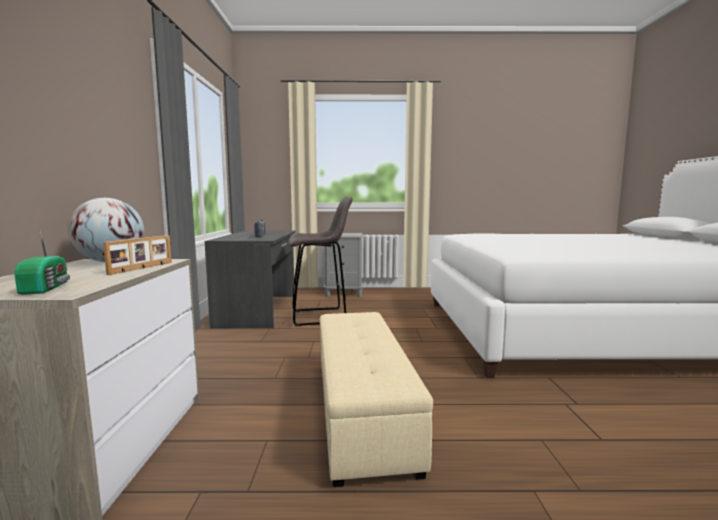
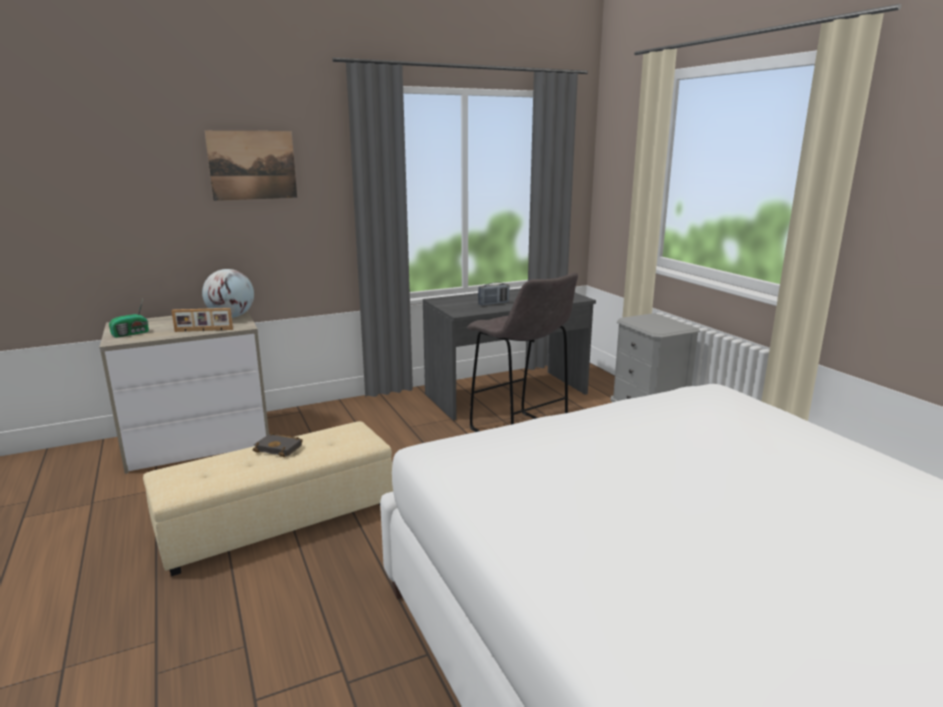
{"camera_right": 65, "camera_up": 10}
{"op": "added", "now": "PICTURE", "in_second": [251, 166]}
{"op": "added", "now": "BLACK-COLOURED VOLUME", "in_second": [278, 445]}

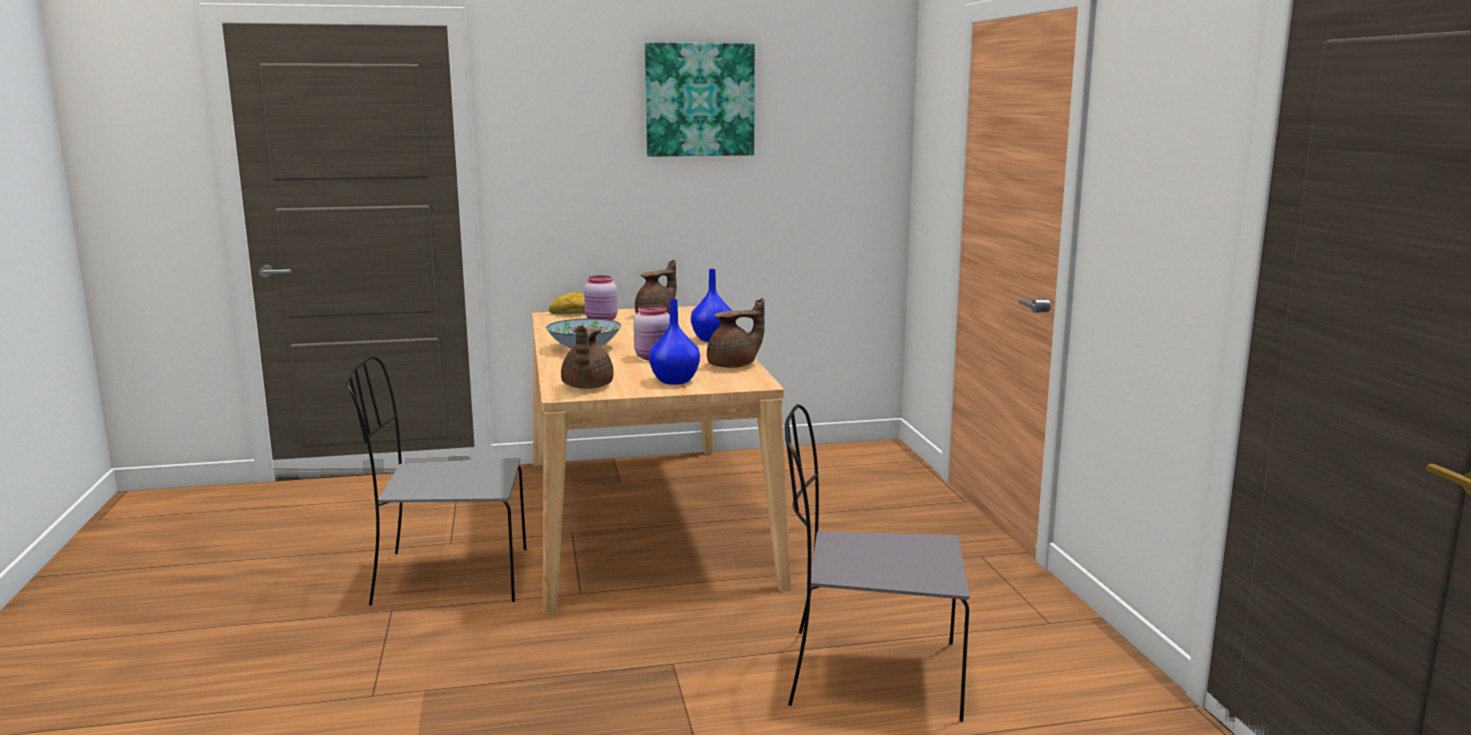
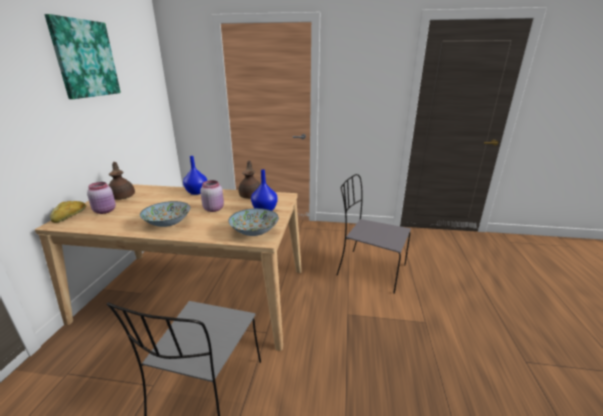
{"camera_right": -70, "camera_up": 10}
{"op": "replaced", "was": "BROWNISH POT FOR TEA", "now": "DEEP DISH", "in_first": [587, 357], "in_second": [253, 222]}
{"op": "turned", "was": "GREY UPRIGHT CHAIR", "in_first": [876, 563], "in_second": [374, 234], "clockwise": 90}

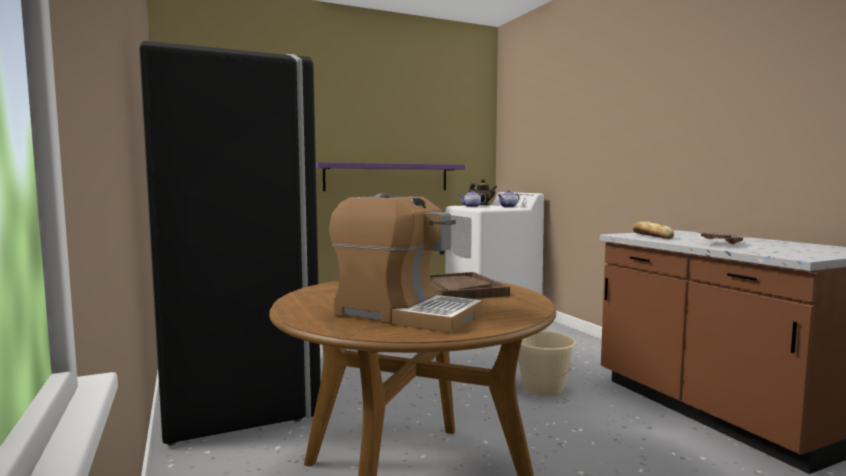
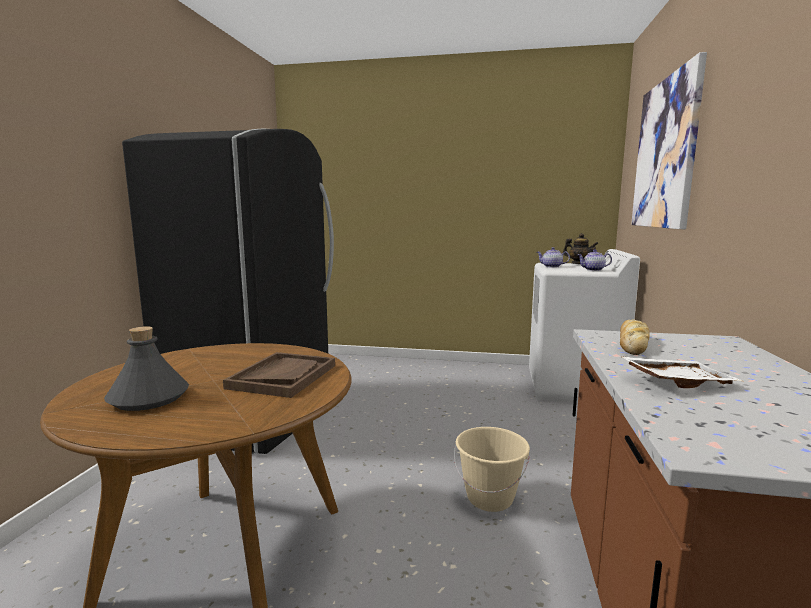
{"camera_right": 35, "camera_up": 5}
{"op": "removed", "was": "PURPLISH WALL SHELF", "in_first": [390, 176]}
{"op": "added", "now": "PICTURE", "in_second": [669, 140]}
{"op": "replaced", "was": "COFFEE MACHINE", "now": "GREY BEVERAGE BOTTLE", "in_first": [406, 263], "in_second": [146, 368]}

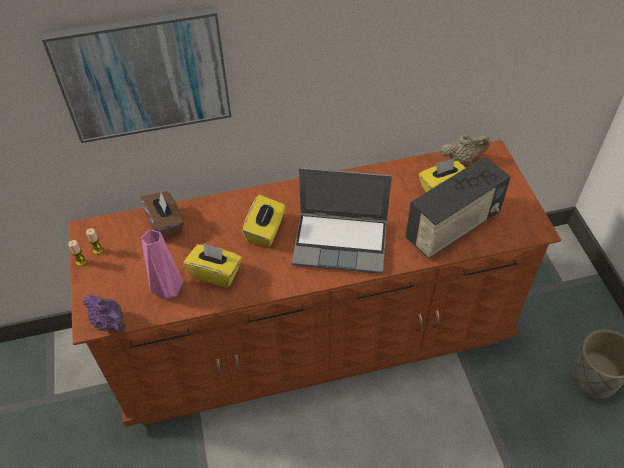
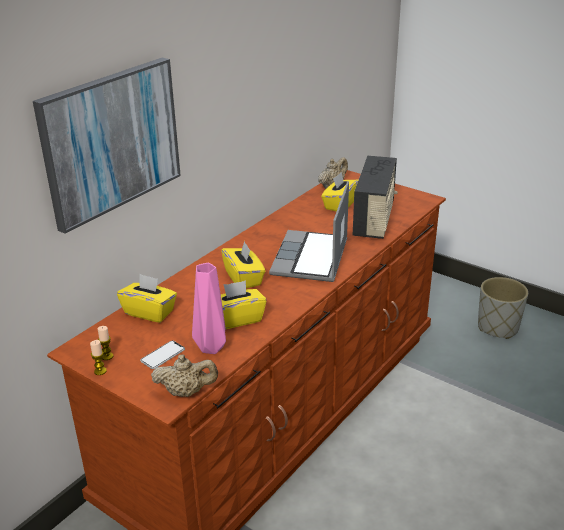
{"camera_right": -40, "camera_up": -20}
{"op": "added", "now": "PHONE", "in_second": [162, 355]}
{"op": "recoloured", "was": "PURPLISH POT FOR TEA", "now": "BEIGE-COLOURED POT FOR TEA", "in_first": [104, 313], "in_second": [184, 375]}
{"op": "recoloured", "was": "BROWNISH BOX OF TISSUES", "now": "YELLOW BOX OF TISSUES", "in_first": [162, 215], "in_second": [147, 298]}
{"op": "turned", "was": "LAPTOP", "in_first": [342, 221], "in_second": [309, 231], "clockwise": 135}

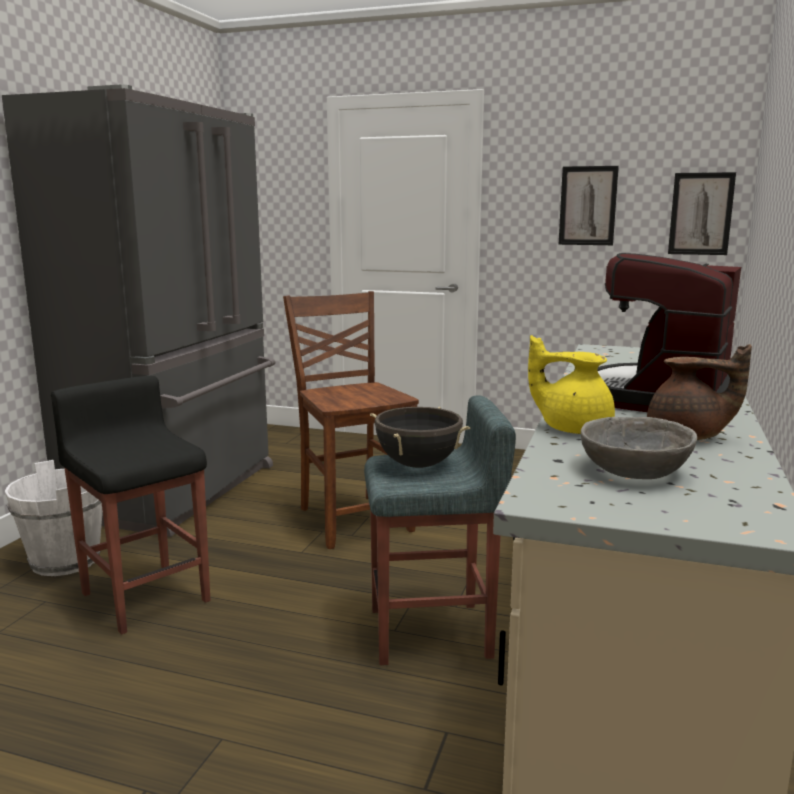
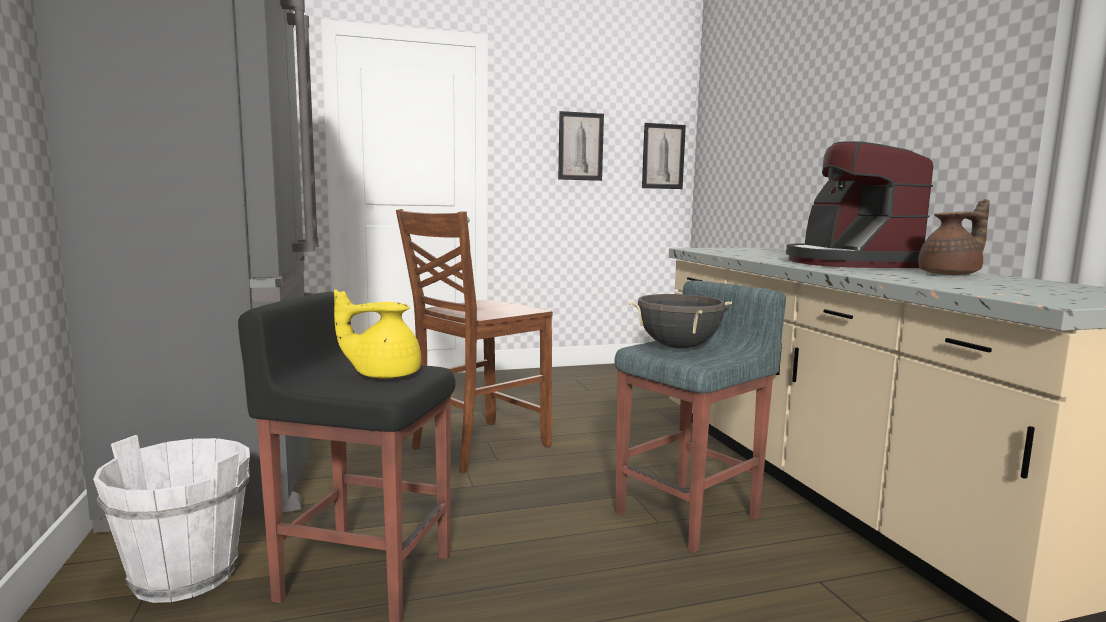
{"camera_right": -35, "camera_up": -5}
{"op": "removed", "was": "GREY DEEP DISH", "in_first": [639, 448]}
{"op": "moved", "was": "YELLOW POT FOR TEA", "in_first": [571, 384], "in_second": [377, 334]}
{"op": "turned", "was": "BROWNISH UPRIGHT CHAIR", "in_first": [351, 420], "in_second": [474, 341], "clockwise": -75}

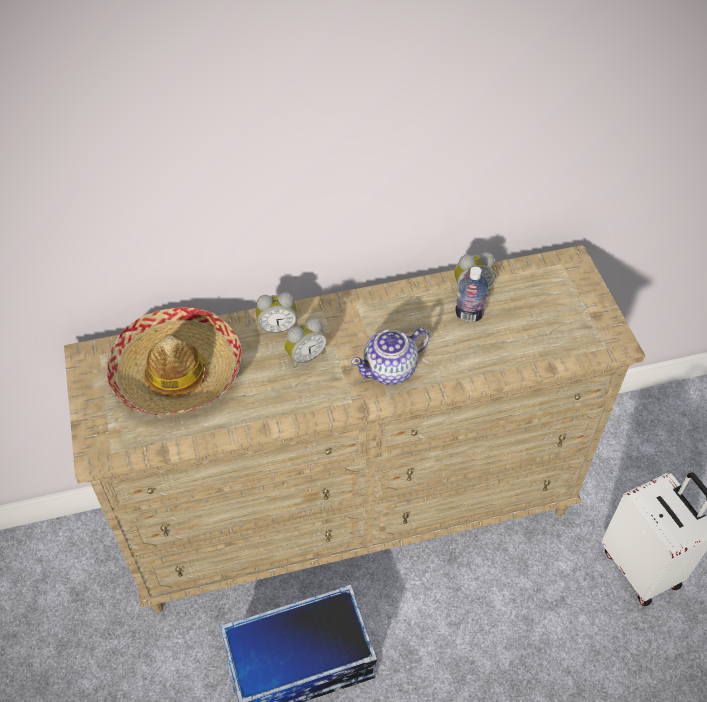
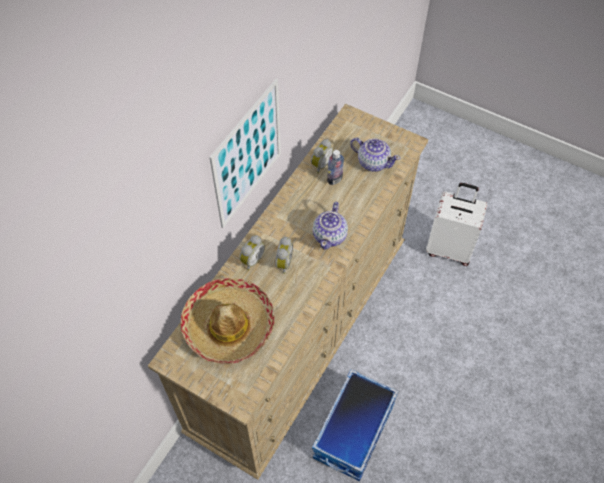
{"camera_right": -45, "camera_up": 5}
{"op": "added", "now": "PICTURE", "in_second": [245, 153]}
{"op": "added", "now": "POT FOR TEA", "in_second": [375, 155]}

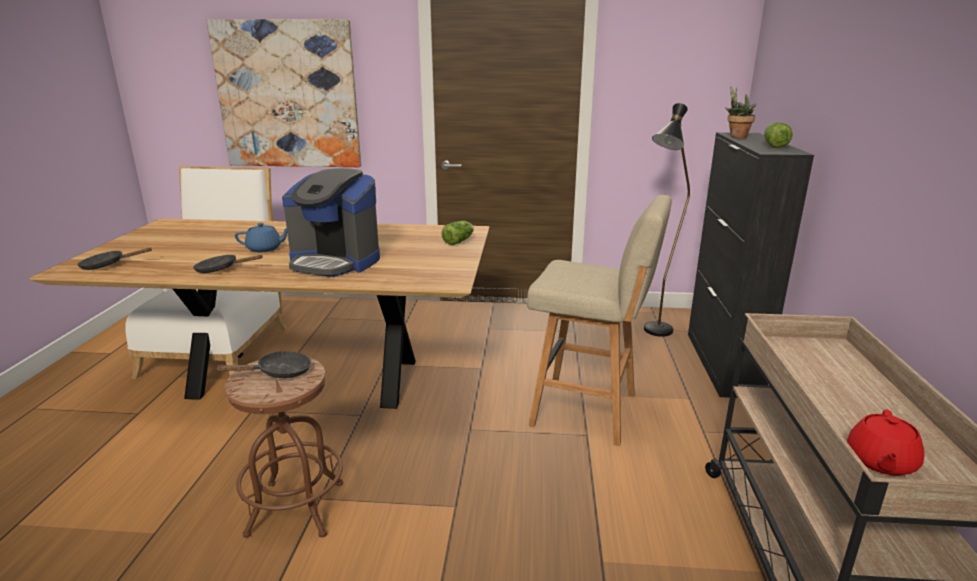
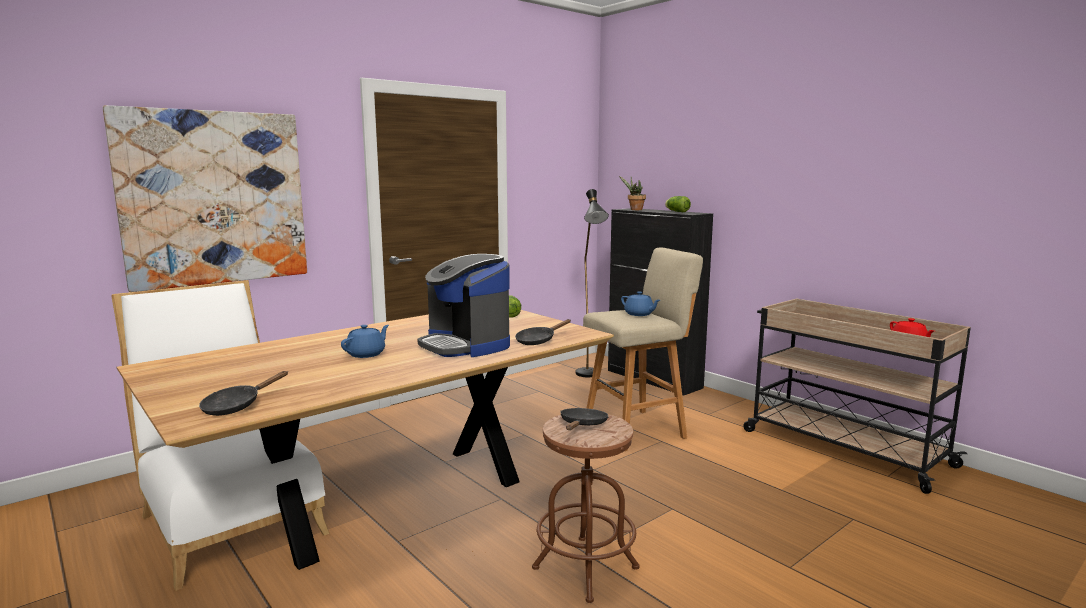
{"camera_right": -45, "camera_up": -10}
{"op": "added", "now": "BLUE POT FOR TEA", "in_second": [640, 303]}
{"op": "moved", "was": "BLACK-COLOURED PAN", "in_first": [227, 264], "in_second": [543, 332]}
{"op": "turned", "was": "COFFEE MACHINE", "in_first": [331, 222], "in_second": [463, 305], "clockwise": 75}

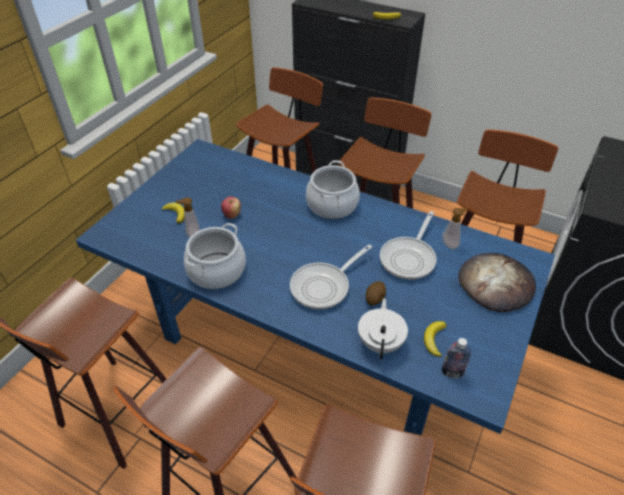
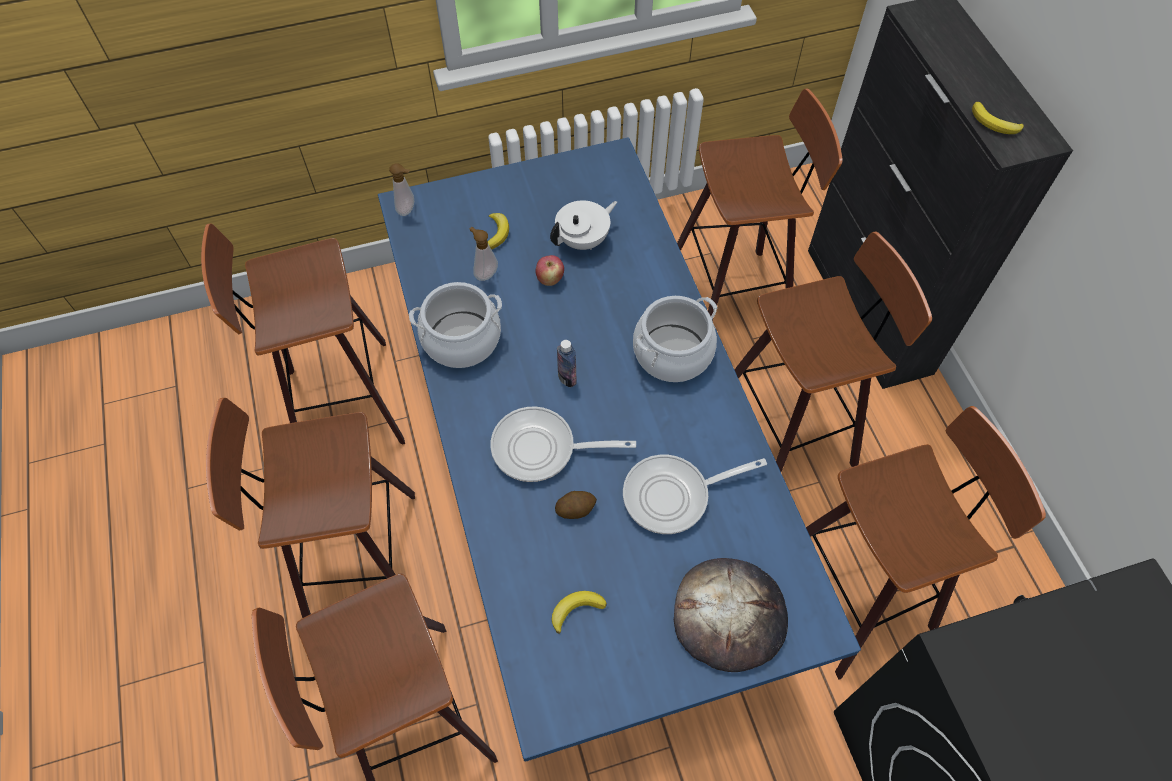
{"camera_right": 45, "camera_up": 15}
{"op": "moved", "was": "WHITISH POT FOR TEA", "in_first": [383, 328], "in_second": [583, 225]}
{"op": "moved", "was": "LIQUID SOAP BOTTLE", "in_first": [454, 228], "in_second": [401, 189]}
{"op": "moved", "was": "BEVERAGE BOTTLE", "in_first": [456, 358], "in_second": [567, 363]}

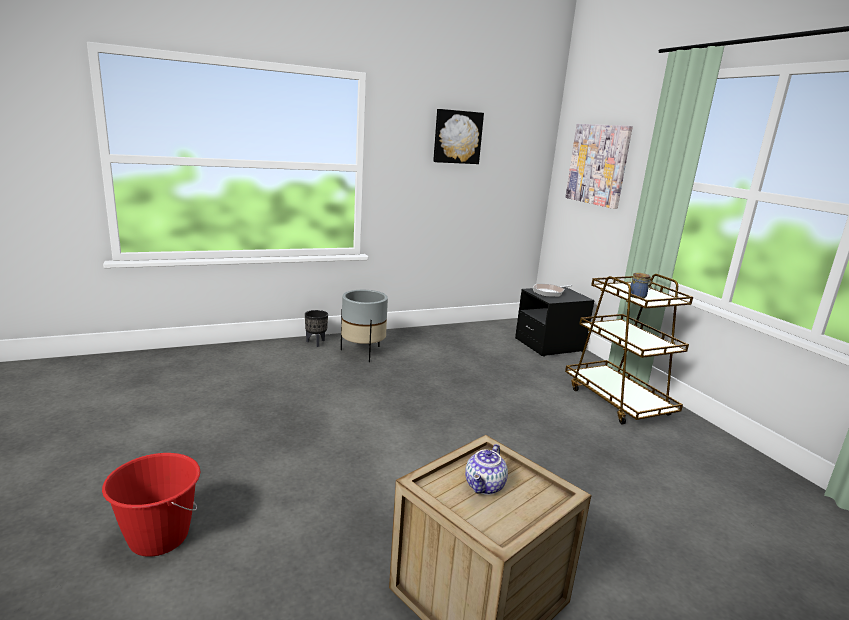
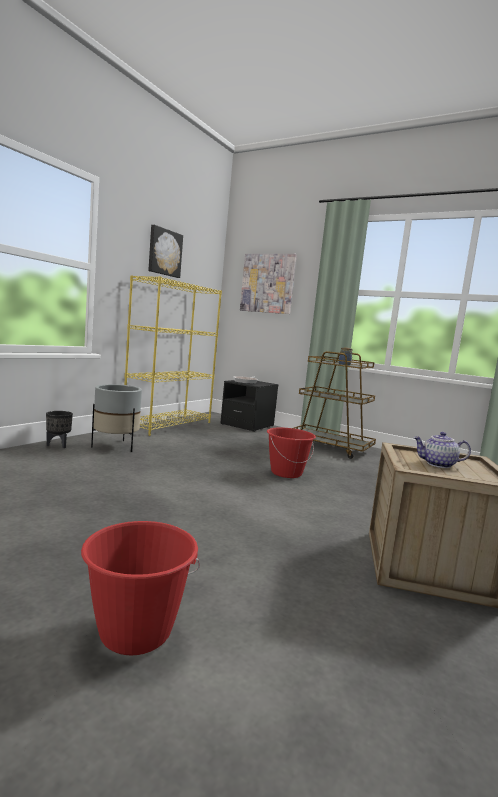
{"camera_right": -35, "camera_up": -10}
{"op": "added", "now": "YELLOW BOOKSHELF", "in_second": [173, 355]}
{"op": "added", "now": "REDDISH PAIL", "in_second": [291, 452]}
{"op": "turned", "was": "POT FOR TEA", "in_first": [486, 469], "in_second": [442, 450], "clockwise": 105}

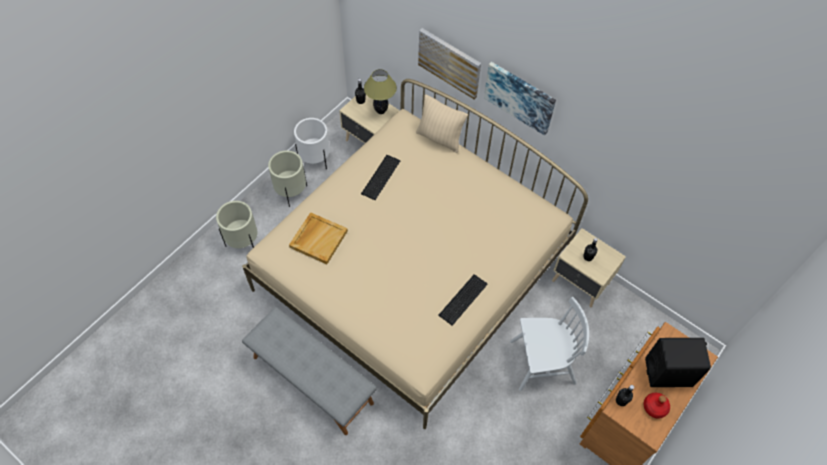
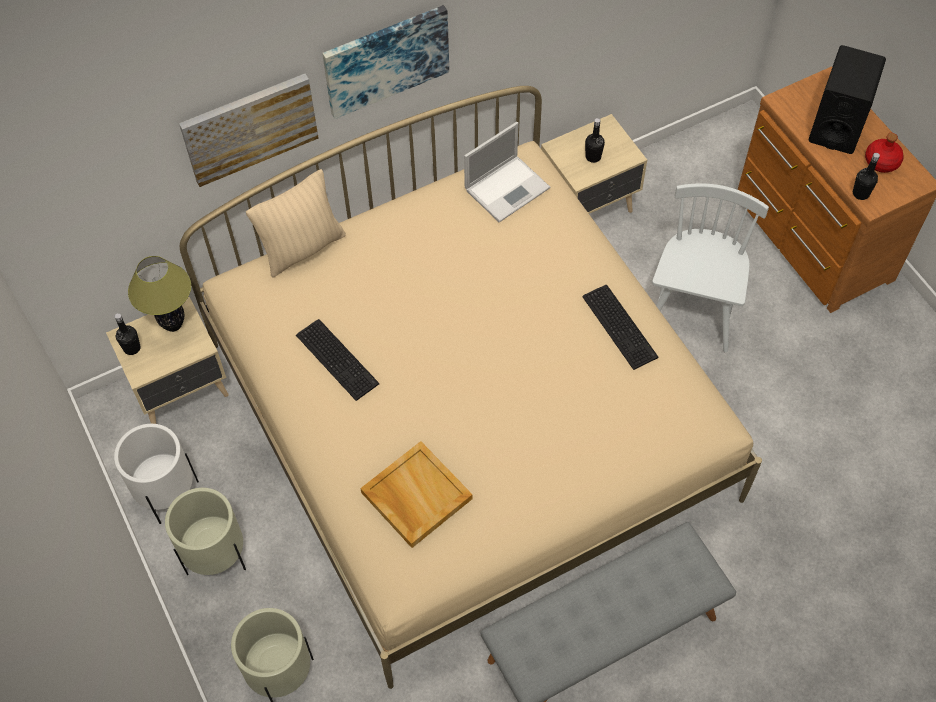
{"camera_right": -65, "camera_up": 0}
{"op": "added", "now": "LAPTOP", "in_second": [507, 172]}

